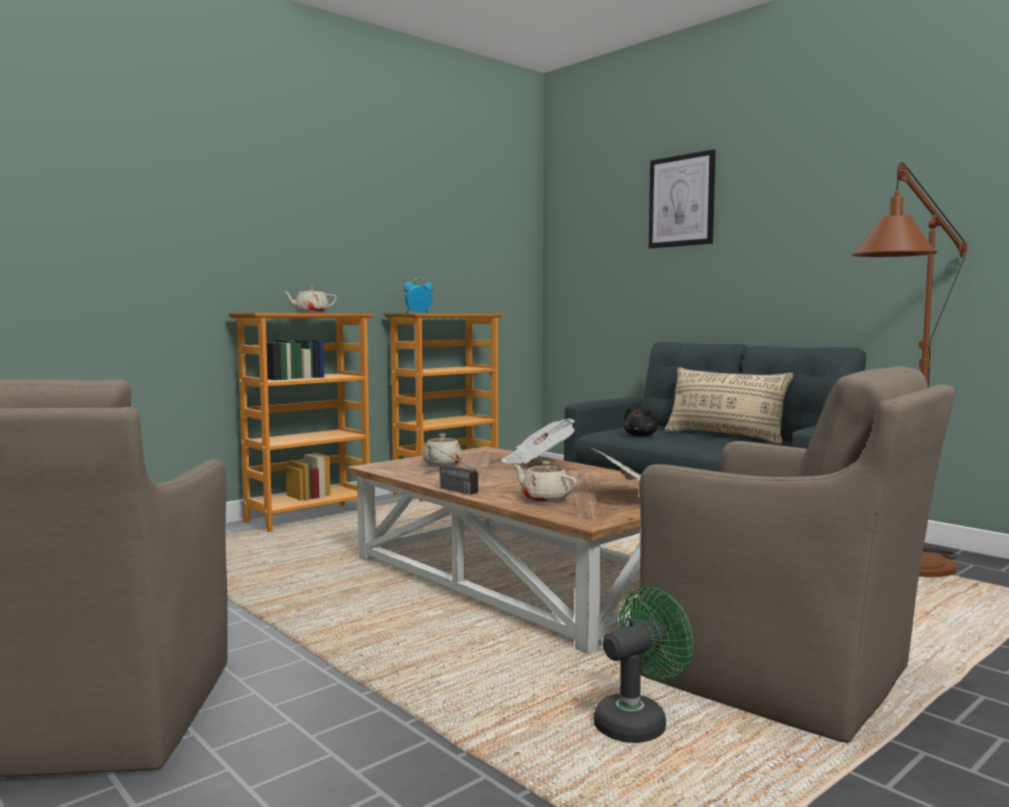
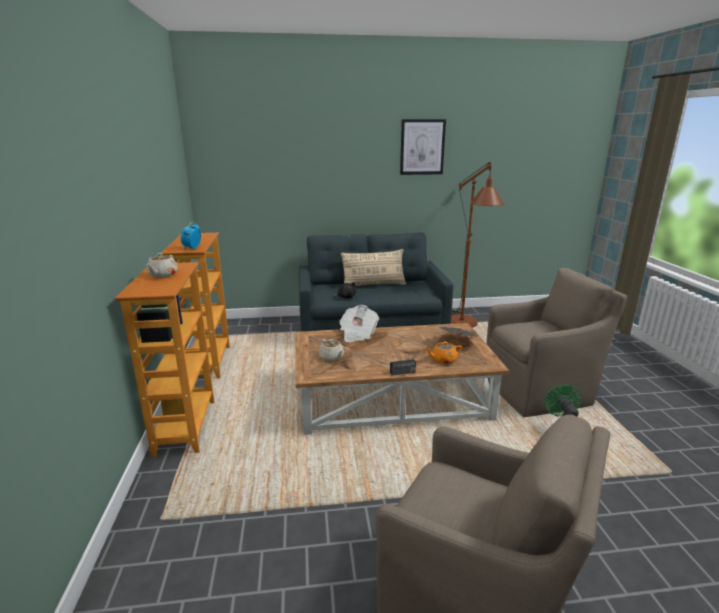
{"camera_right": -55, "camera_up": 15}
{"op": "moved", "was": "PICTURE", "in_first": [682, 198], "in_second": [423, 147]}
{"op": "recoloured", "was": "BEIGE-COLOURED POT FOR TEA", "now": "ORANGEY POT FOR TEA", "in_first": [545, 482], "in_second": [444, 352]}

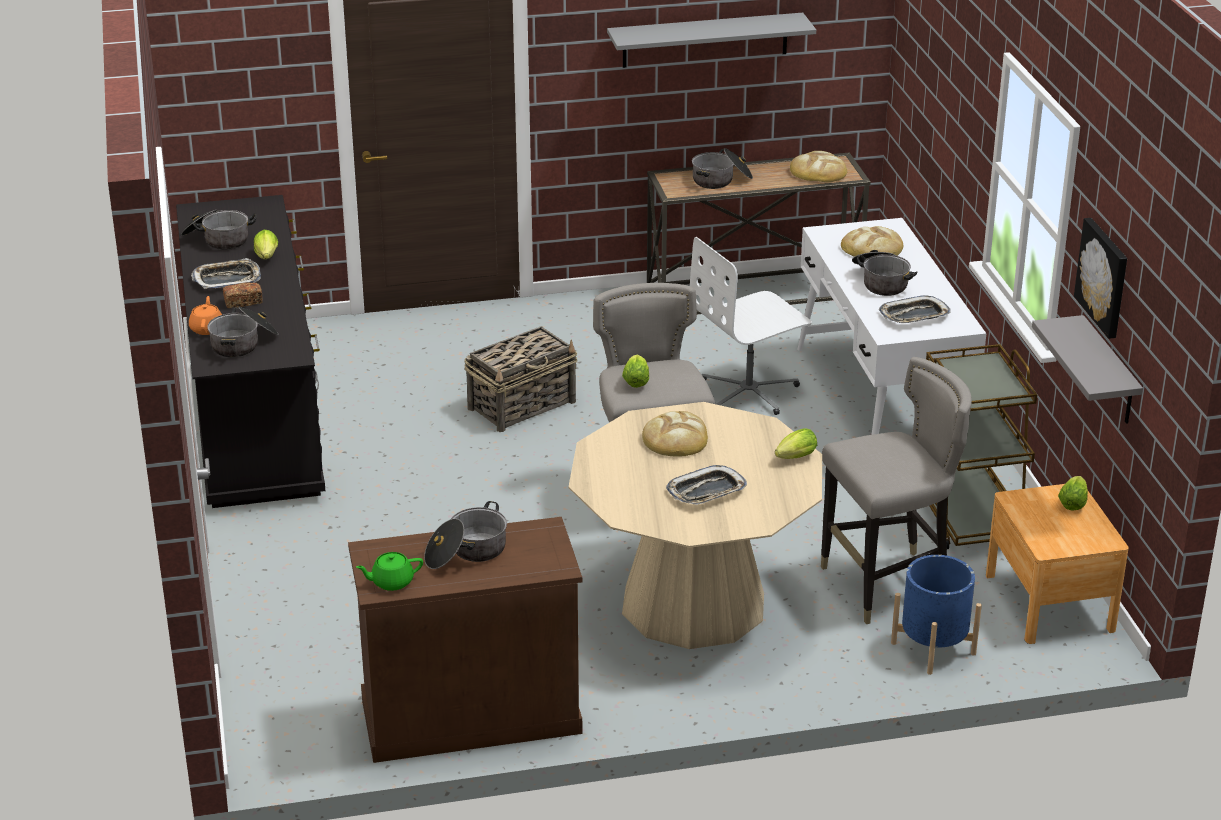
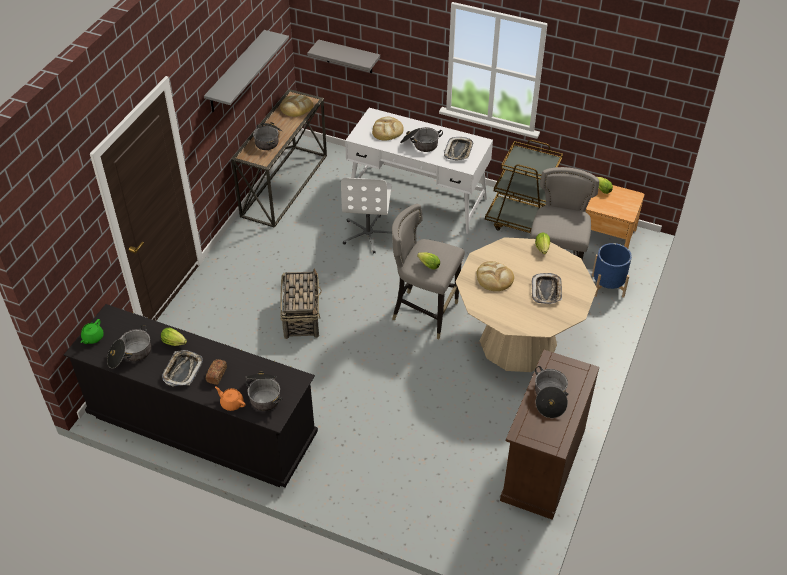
{"camera_right": -55, "camera_up": 15}
{"op": "removed", "was": "PICTURE", "in_first": [1100, 278]}
{"op": "moved", "was": "GREEN-COLOURED POT FOR TEA", "in_first": [389, 571], "in_second": [92, 331]}
{"op": "moved", "was": "GREY WALL SHELF", "in_first": [1087, 369], "in_second": [343, 56]}

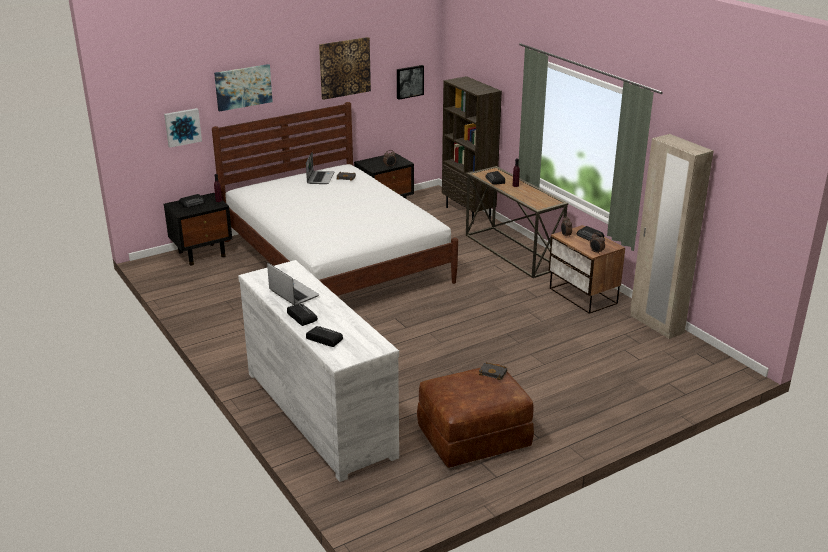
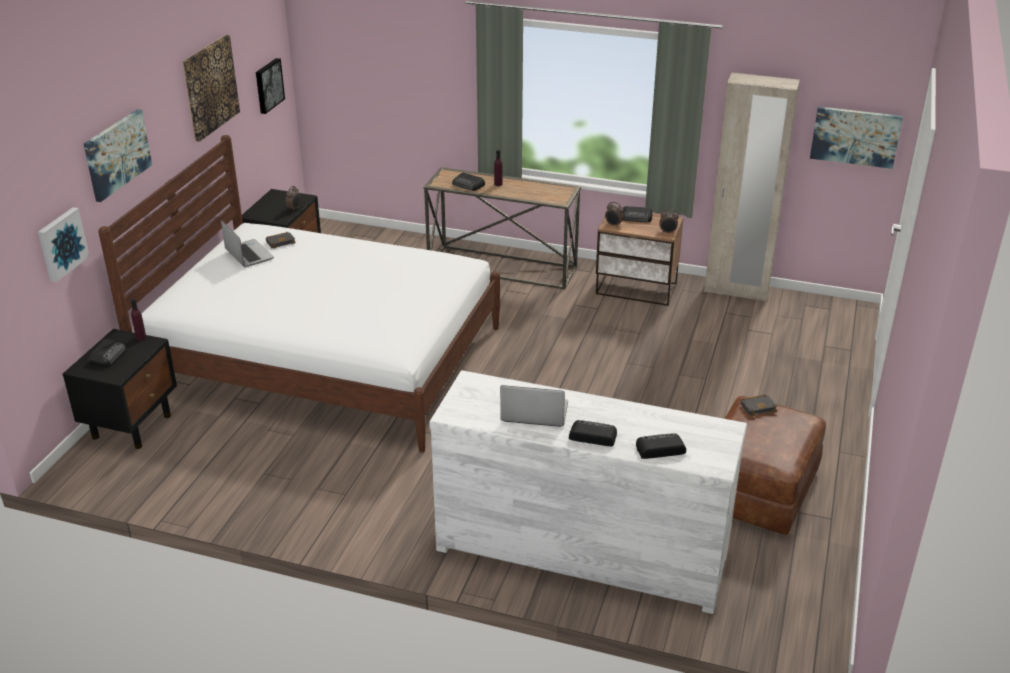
{"camera_right": -40, "camera_up": 5}
{"op": "removed", "was": "BROWNISH BOOKSHELF", "in_first": [472, 150]}
{"op": "added", "now": "PICTURE", "in_second": [856, 138]}

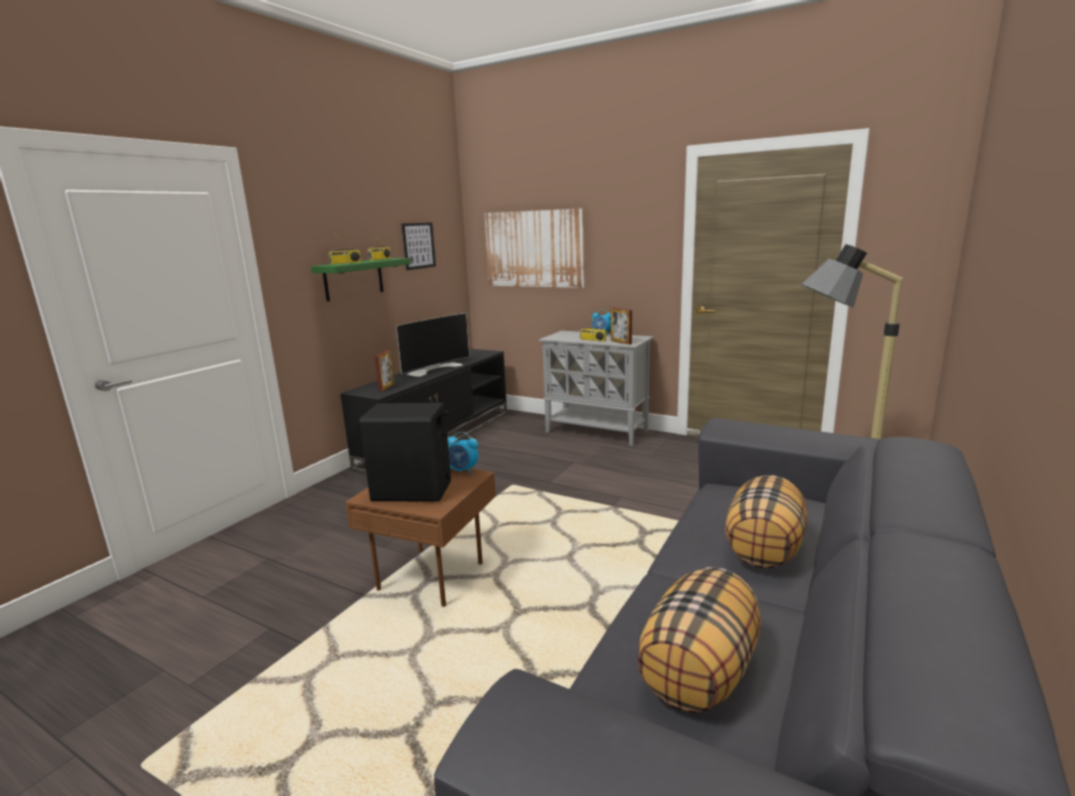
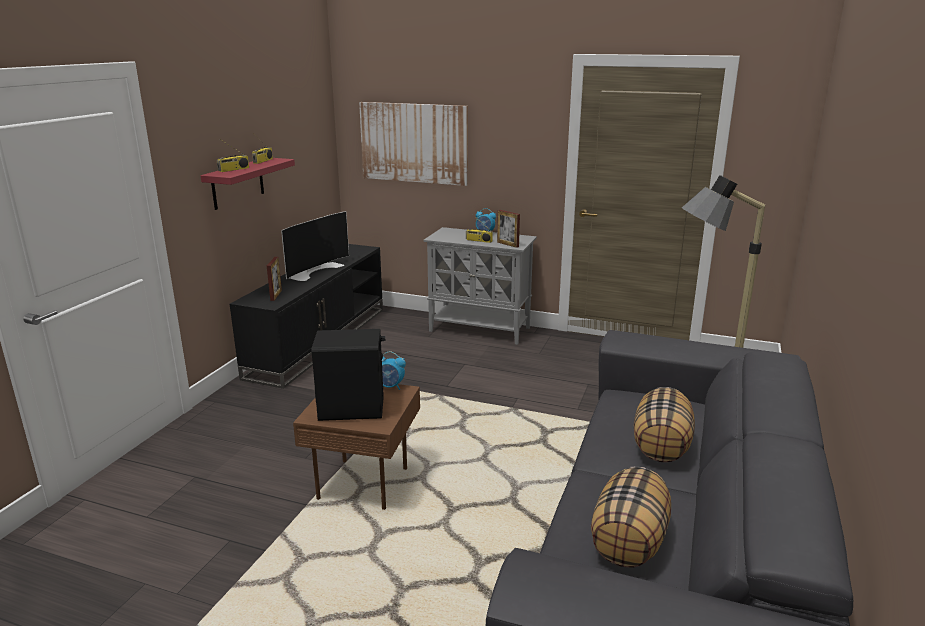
{"camera_right": -10, "camera_up": 5}
{"op": "removed", "was": "PICTURE", "in_first": [418, 246]}
{"op": "recoloured", "was": "GREEN-COLOURED WALL SHELF", "now": "REDDISH WALL SHELF", "in_first": [361, 280], "in_second": [248, 184]}

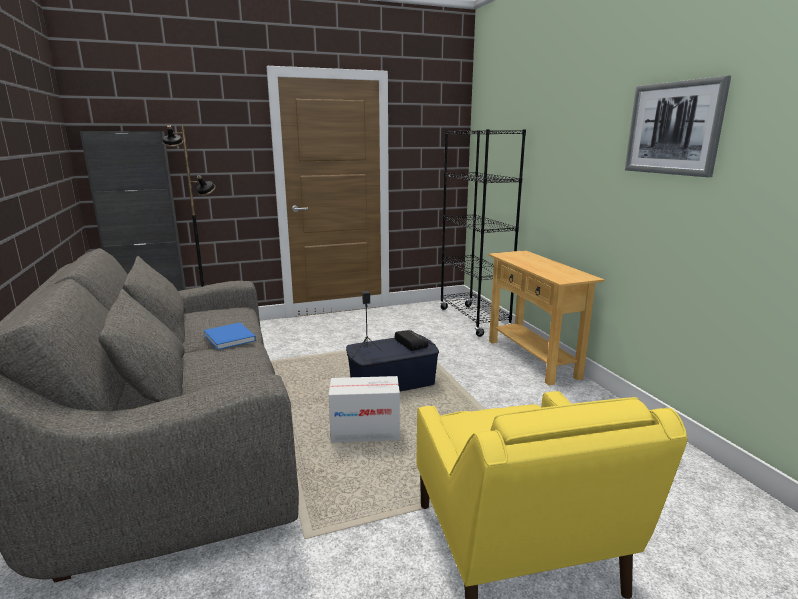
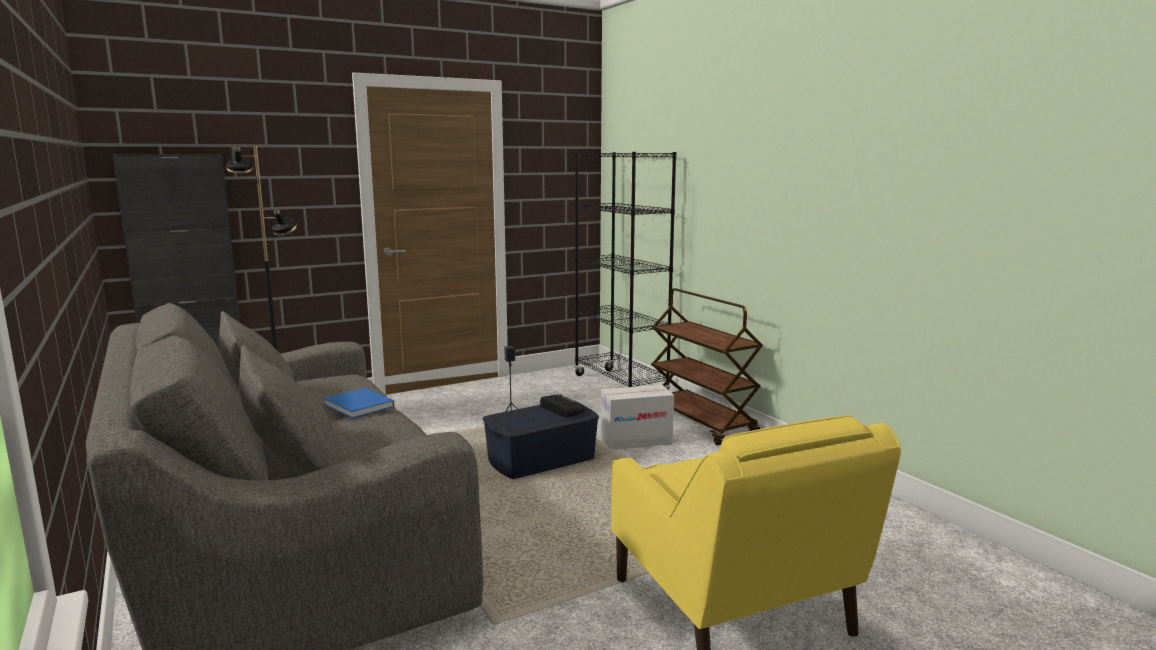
{"camera_right": -10, "camera_up": -5}
{"op": "removed", "was": "PICTURE", "in_first": [678, 126]}
{"op": "moved", "was": "CARDBOARD BOX", "in_first": [364, 409], "in_second": [637, 417]}
{"op": "replaced", "was": "BEIGE-COLOURED CONSOLE TABLE", "now": "BROWNISH CART", "in_first": [546, 318], "in_second": [707, 367]}

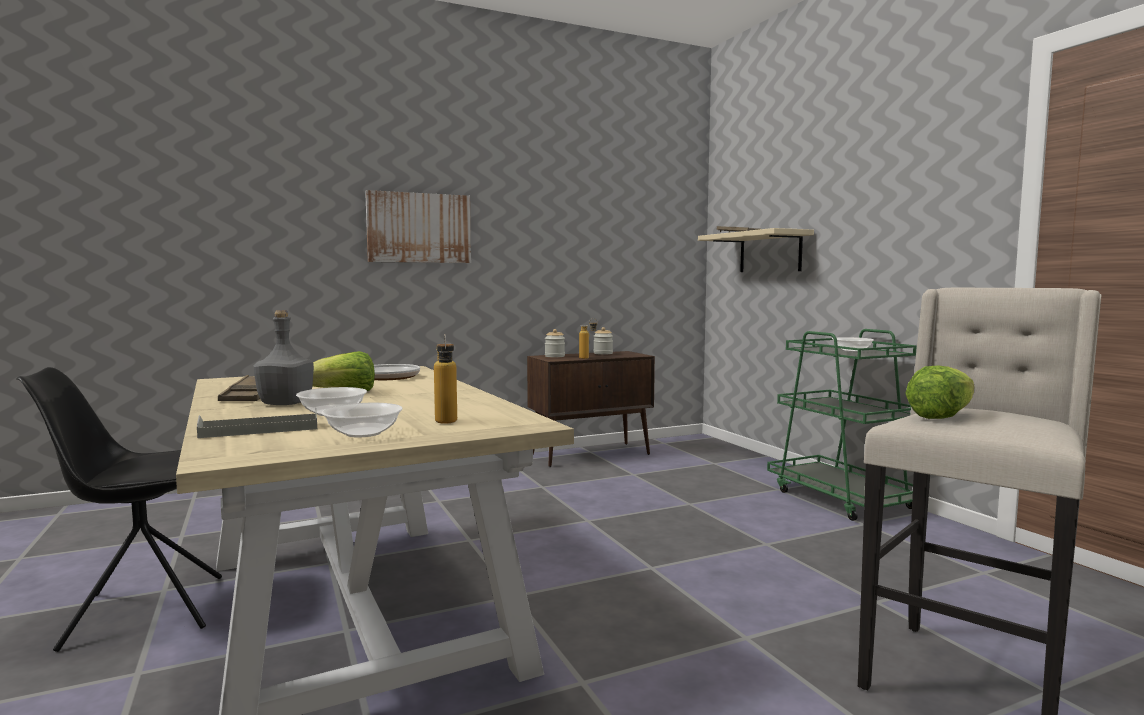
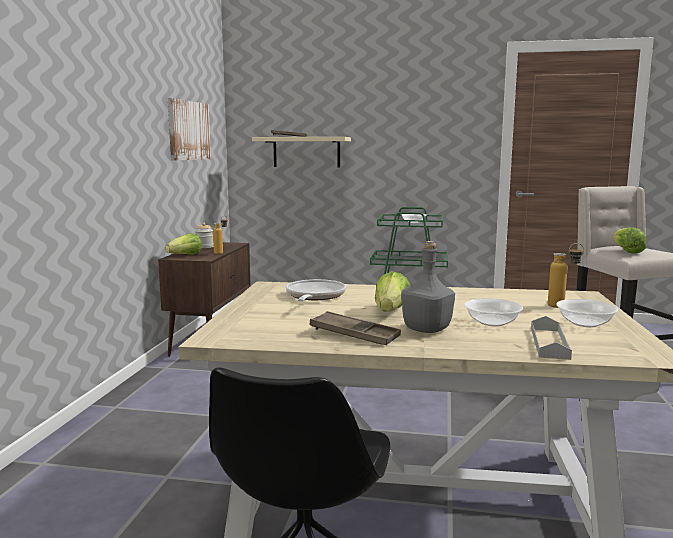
{"camera_right": -55, "camera_up": 5}
{"op": "moved", "was": "PICTURE", "in_first": [418, 226], "in_second": [189, 129]}
{"op": "replaced", "was": "PRESERVE JAR", "now": "LETTUCE", "in_first": [555, 343], "in_second": [184, 244]}

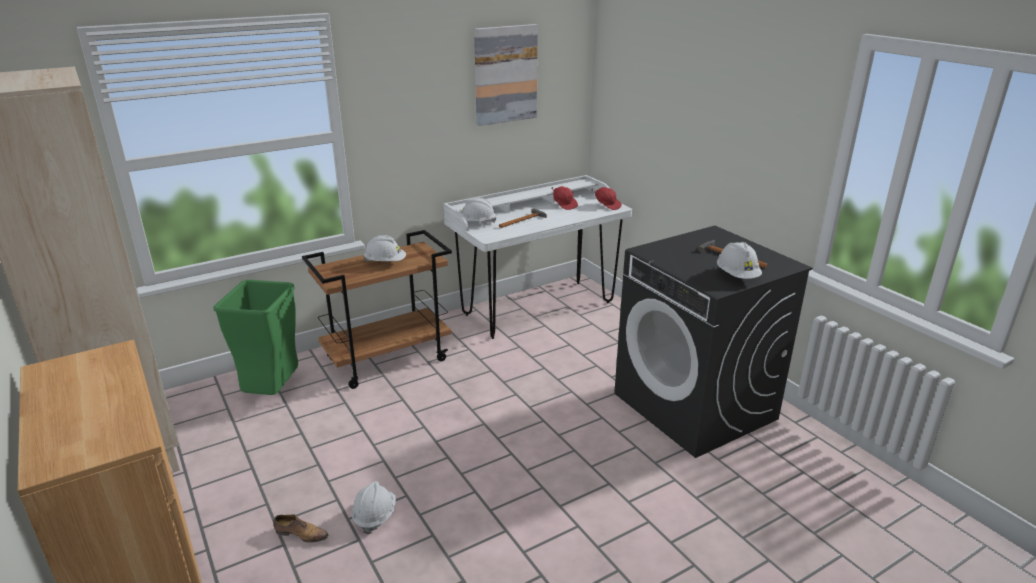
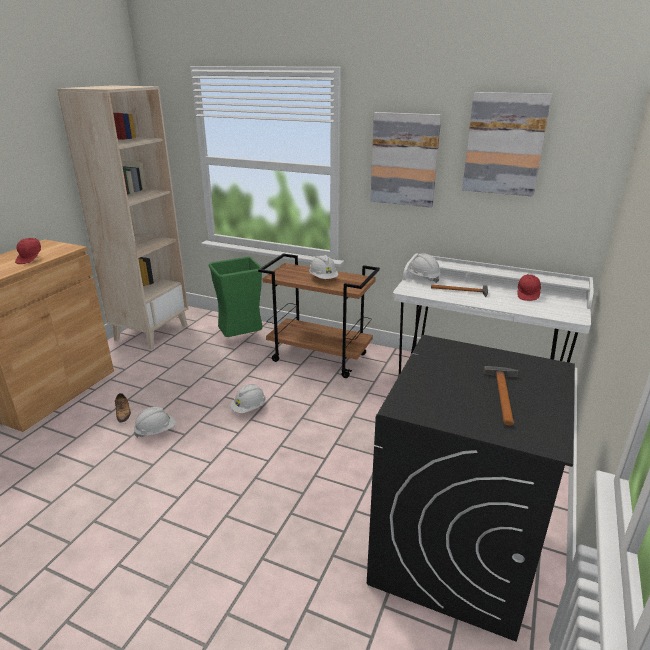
{"camera_right": 55, "camera_up": 0}
{"op": "added", "now": "PICTURE", "in_second": [405, 160]}
{"op": "moved", "was": "REDDISH PEAKED CAP", "in_first": [606, 198], "in_second": [28, 251]}
{"op": "moved", "was": "WHITISH SAFETY HELMET", "in_first": [739, 260], "in_second": [248, 398]}

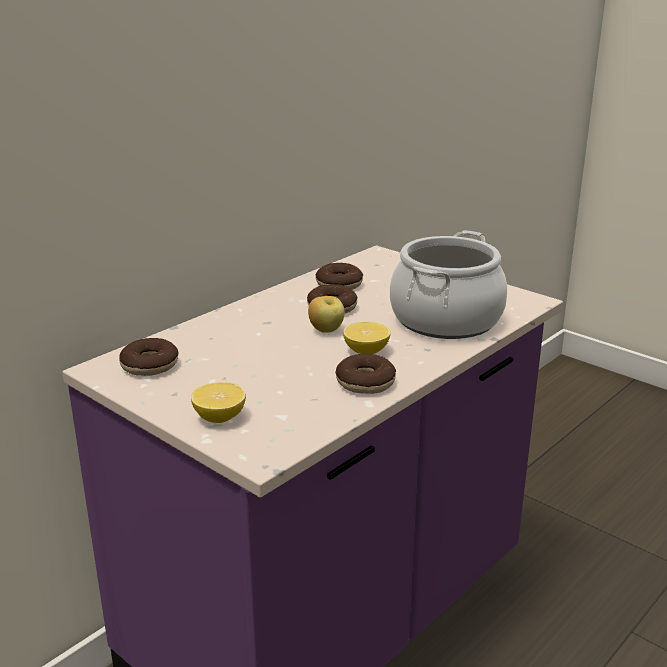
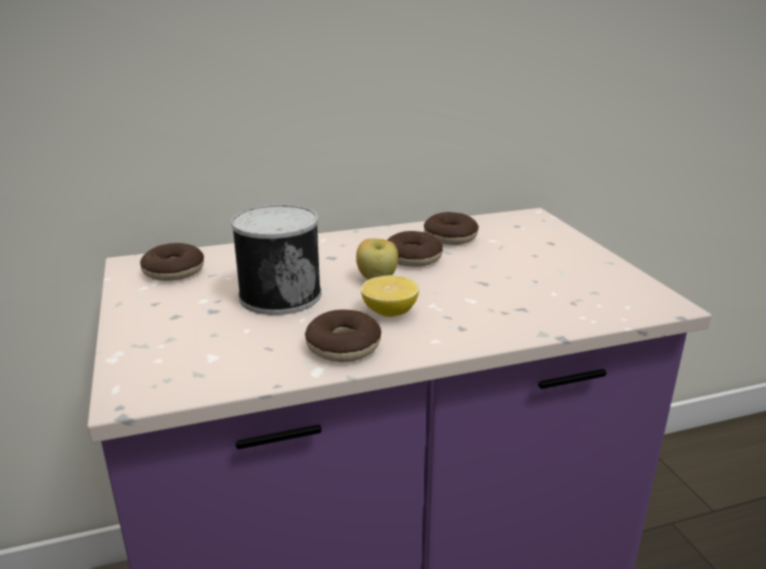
{"camera_right": 30, "camera_up": 0}
{"op": "removed", "was": "WHOLE LEMON", "in_first": [218, 402]}
{"op": "removed", "was": "COOKING POT", "in_first": [448, 285]}
{"op": "added", "now": "SEALED CAN", "in_second": [276, 259]}

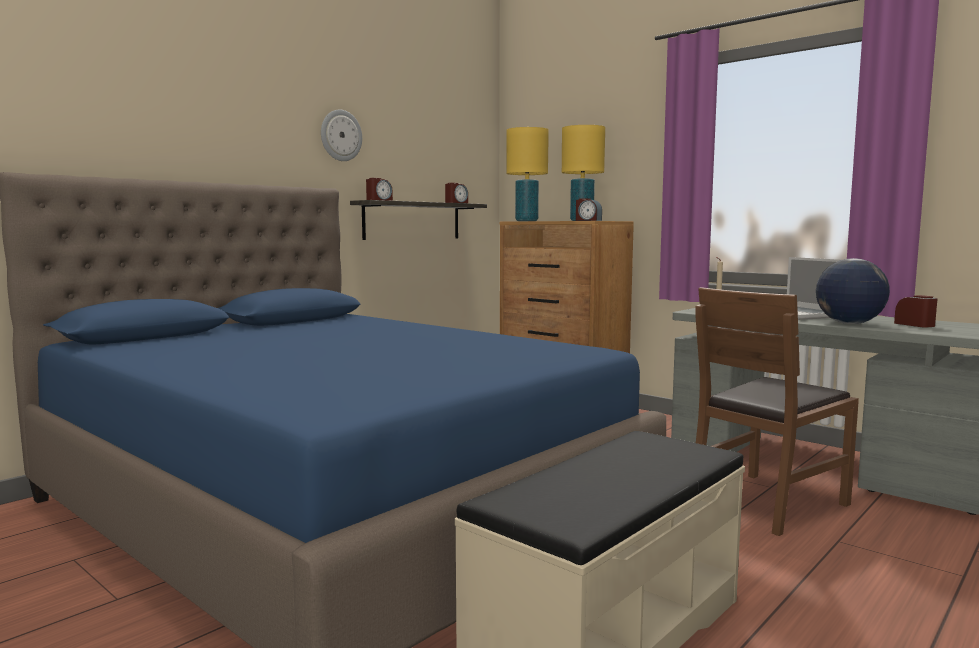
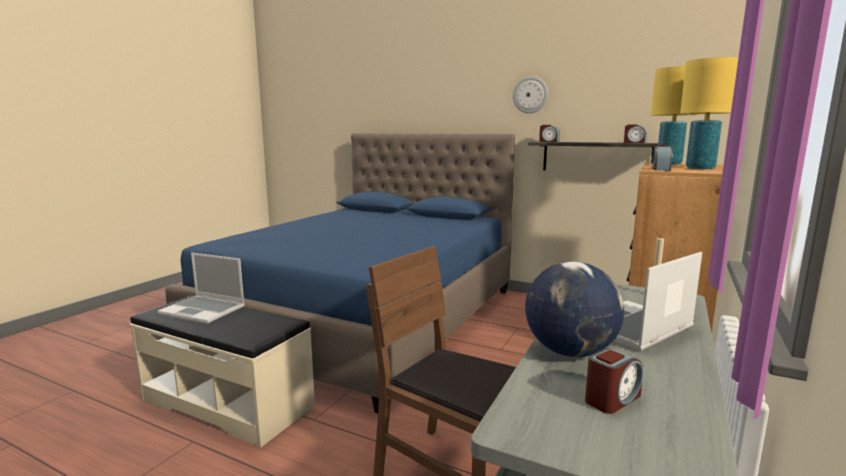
{"camera_right": 75, "camera_up": 5}
{"op": "added", "now": "LAPTOP", "in_second": [201, 288]}

